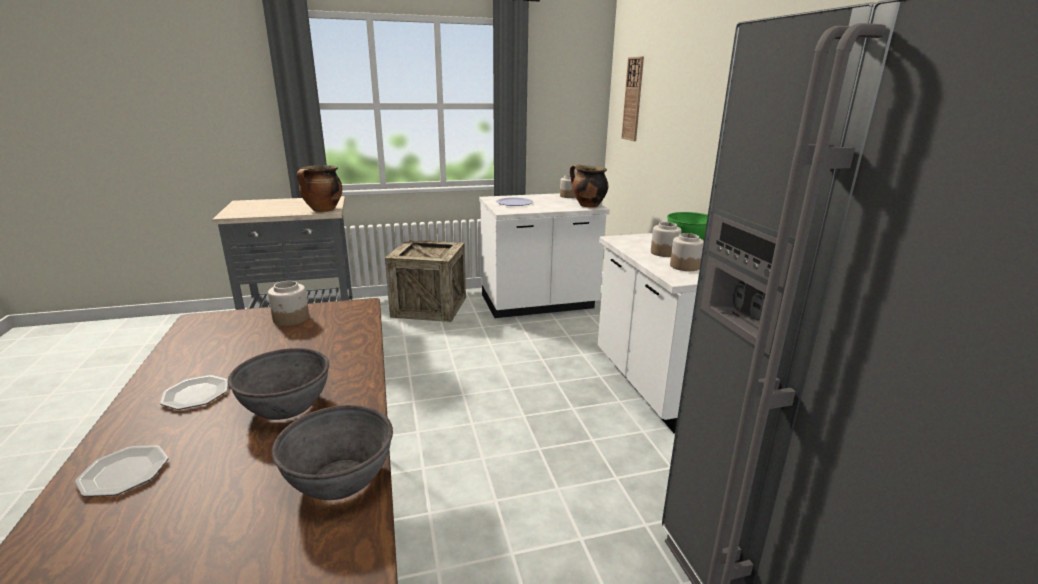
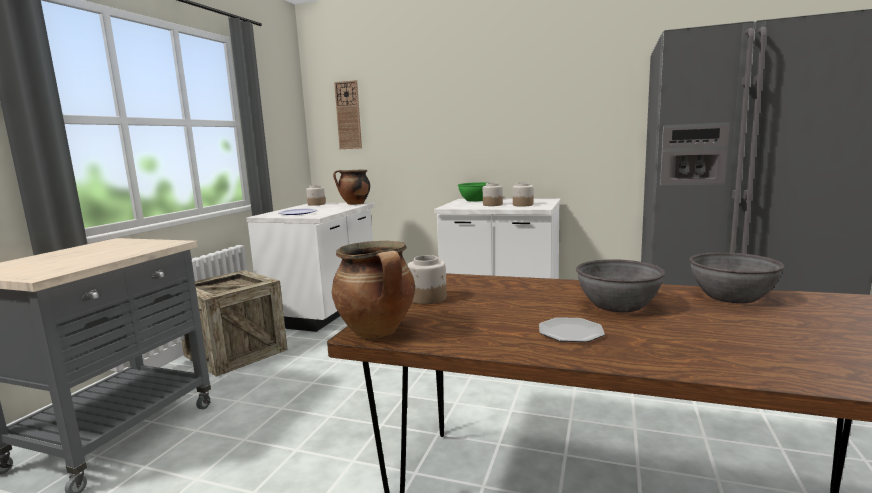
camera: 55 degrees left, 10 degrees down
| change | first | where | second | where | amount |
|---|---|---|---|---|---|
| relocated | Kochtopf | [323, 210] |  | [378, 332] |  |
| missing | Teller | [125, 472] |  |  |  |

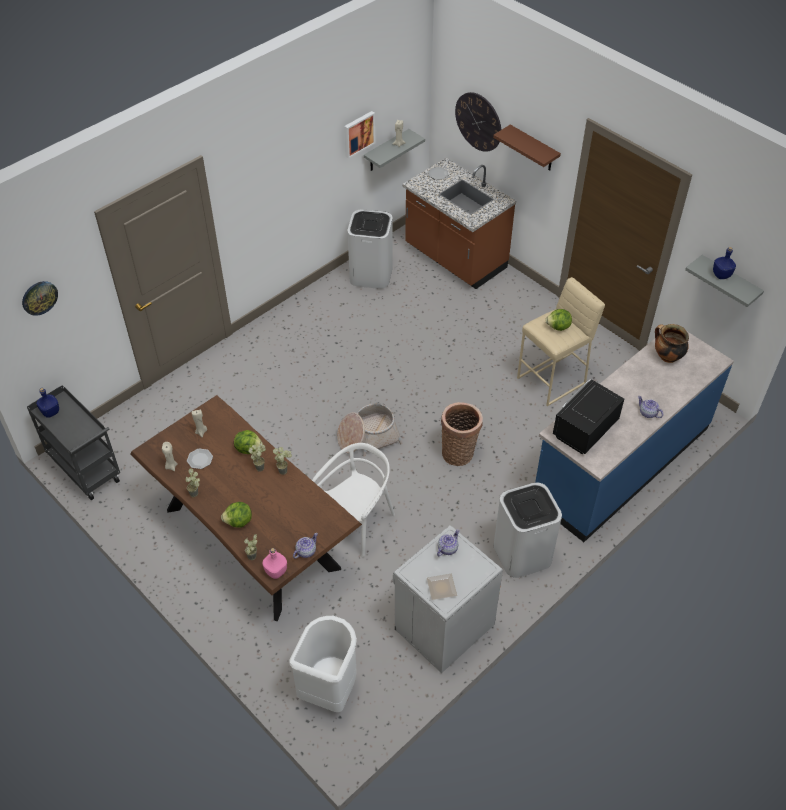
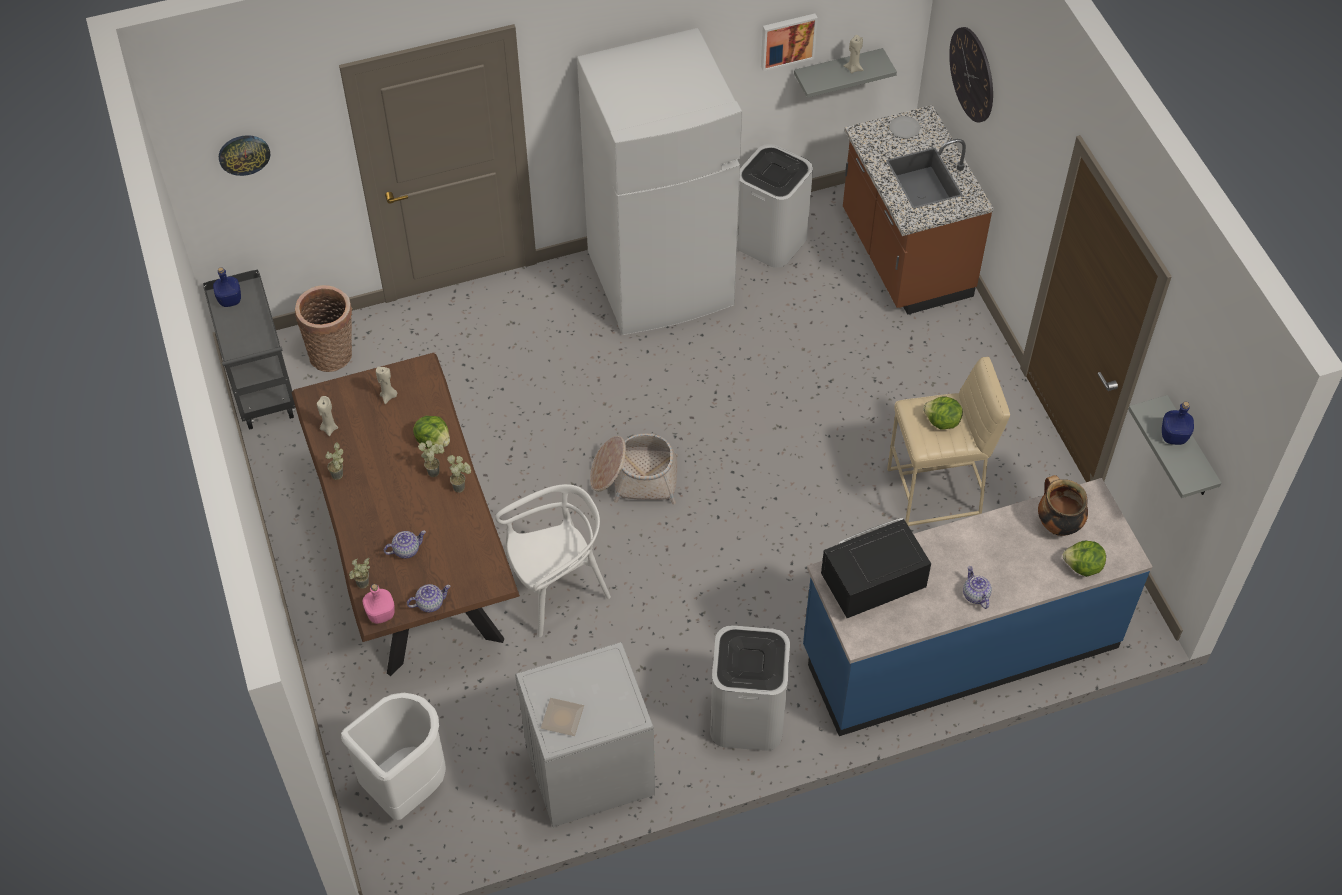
camera: 25 degrees right, 5 degrees up
| change | first | where | second | where | amount |
|---|---|---|---|---|---|
| relocated | Korb | [459, 452] |  | [333, 354] |  |
| relocated | Teekanne | [447, 548] |  | [406, 549] |  |
| appeared |  |  | Kühlschrank [weiß] | [661, 279] |  |
| relocated | Salatkopf | [238, 522] |  | [1082, 567] |  |
| missing | Teller | [200, 459] |  |  |  |
| missing | Wandregal [braun] | [533, 149] |  |  |  |

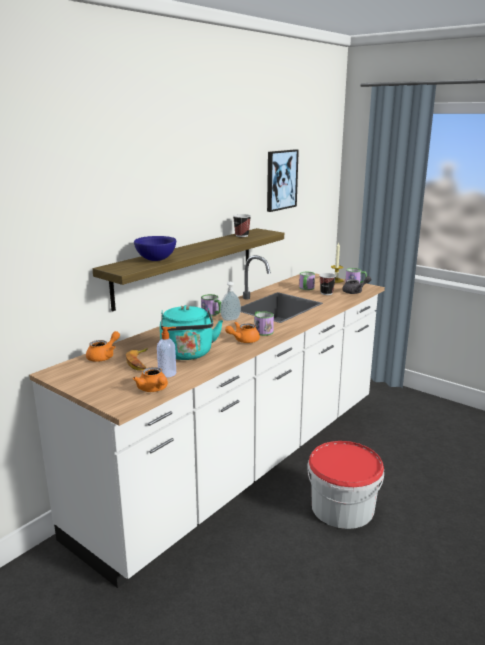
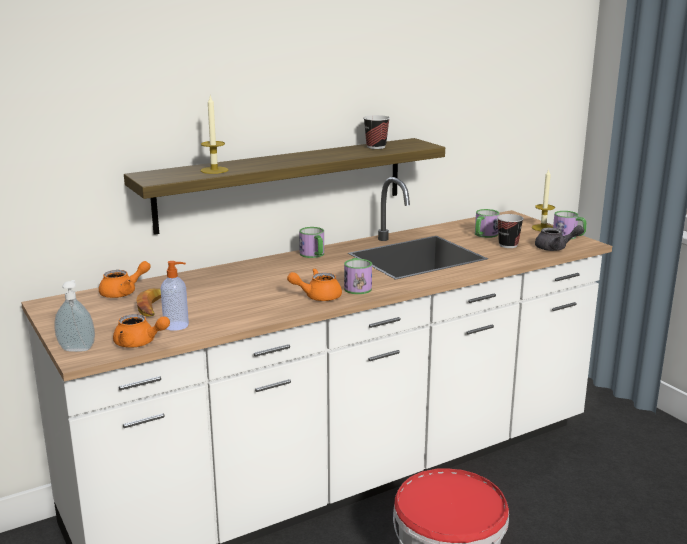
camera: 20 degrees right, 0 degrees up
| change | first | where | second | where | amount |
|---|---|---|---|---|---|
| relocated | Seifenspender | [230, 319] |  | [77, 348] |  |
| spun | Teekanne [orange] | [154, 389] |  | [139, 343] | 60 degrees counterclockwise |
| exchanged | Schüssel [blau] | [156, 260] | Kerze | [214, 170] |  |
| missing | Wasserkessel [türkis] | [188, 354] |  |  |  |
| missing | Bild | [281, 180] |  |  |  |

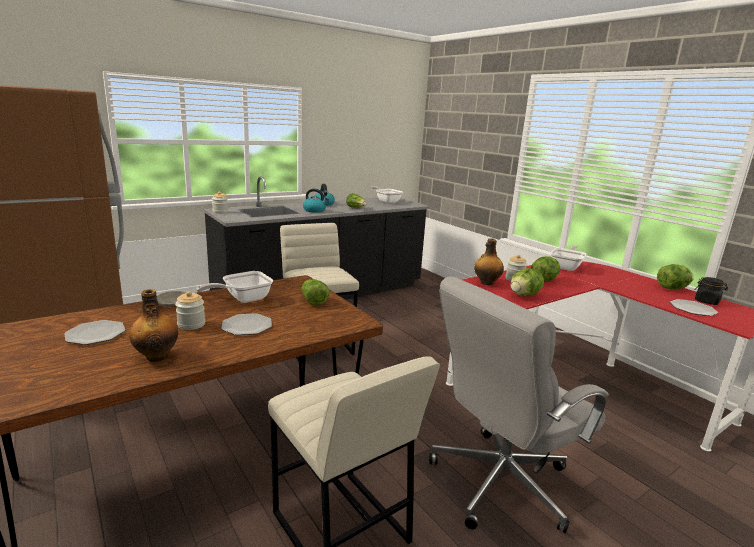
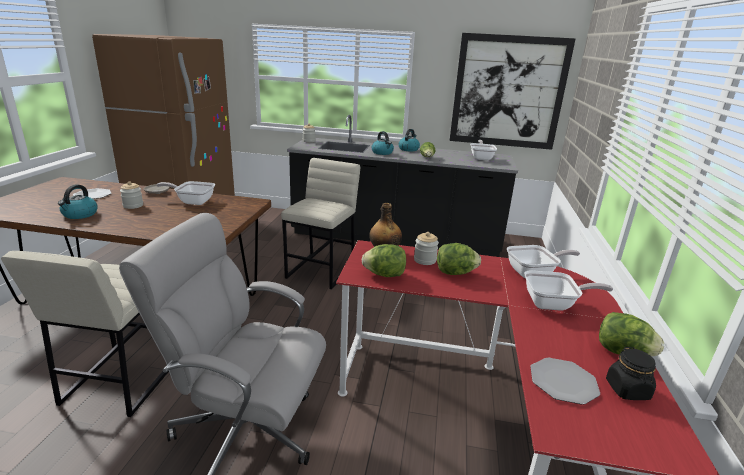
camera: 45 degrees right, 5 degrees up
| change | first | where | second | where | amount |
|---|---|---|---|---|---|
| exchanged | Flasche | [157, 356] | Wasserkessel | [80, 214] |  |
| appeared |  |  | Bild | [508, 92] |  |
| appeared |  |  | Pfanne | [554, 304] |  |
| missing | Teller | [247, 326] |  |  |  |
| missing | Salatkopf | [313, 300] |  |  |  |

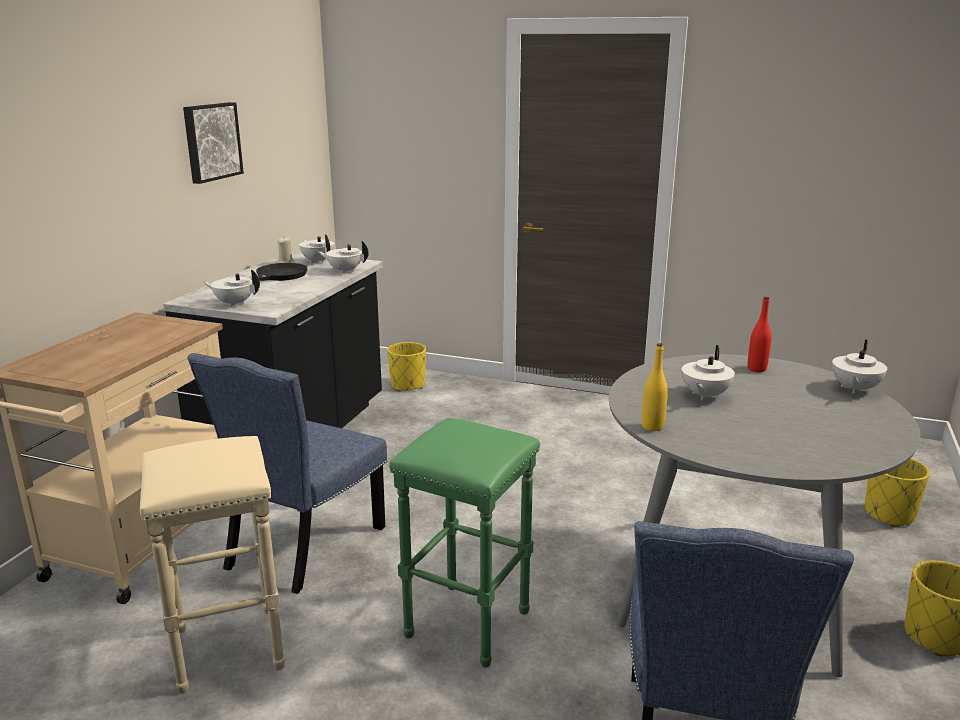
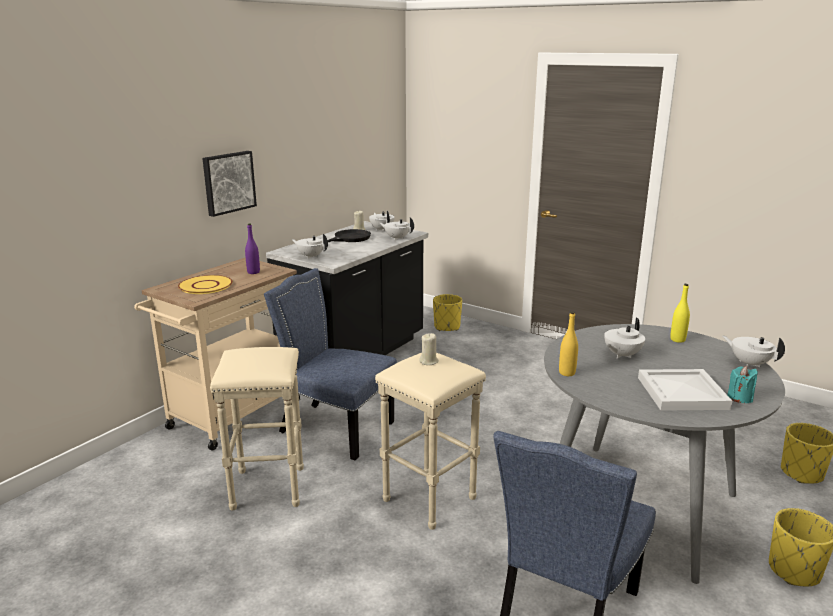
camera: 15 degrees right, 0 degrees up
| change | first | where | second | where | amount |
|---|---|---|---|---|---|
| appeared |  |  | Teller [gelb] | [205, 286] |  |
| relocated | Bild | [211, 141] |  | [228, 182] |  |
| appeared |  |  | Flasche [lila] | [253, 272] |  |
| spun | Stuhl [blau] | [305, 544] |  | [337, 429] | 75 degrees clockwise |
| colour | Hocker [grün] | [468, 625] | Hocker [beige] | [429, 500] |  |
| appeared |  |  | Kerze [beige] | [429, 361] |  |
| appeared |  |  | Tablett [weiß] | [683, 393] |  |
| colour | Flasche [rot] | [756, 369] | Flasche [gelb] | [677, 340] |  |
| spun | Teekanne [weiß] | [854, 389] |  | [749, 363] | 90 degrees clockwise |
| appeared |  |  | Kerze [türkis] | [740, 398] |  |

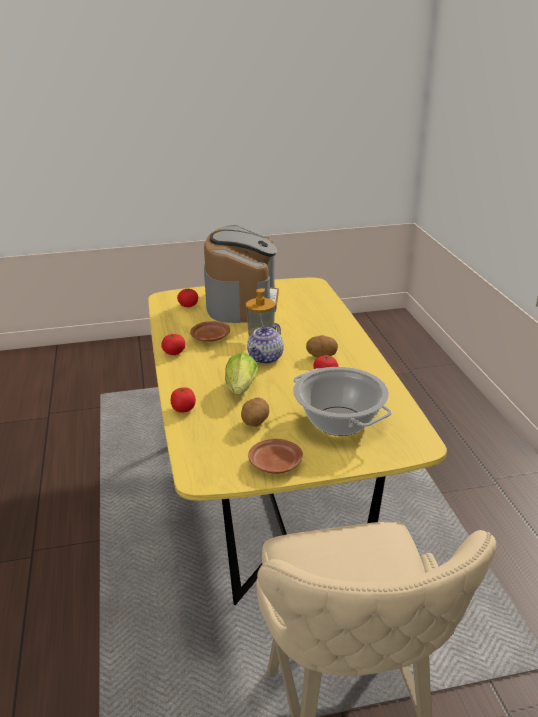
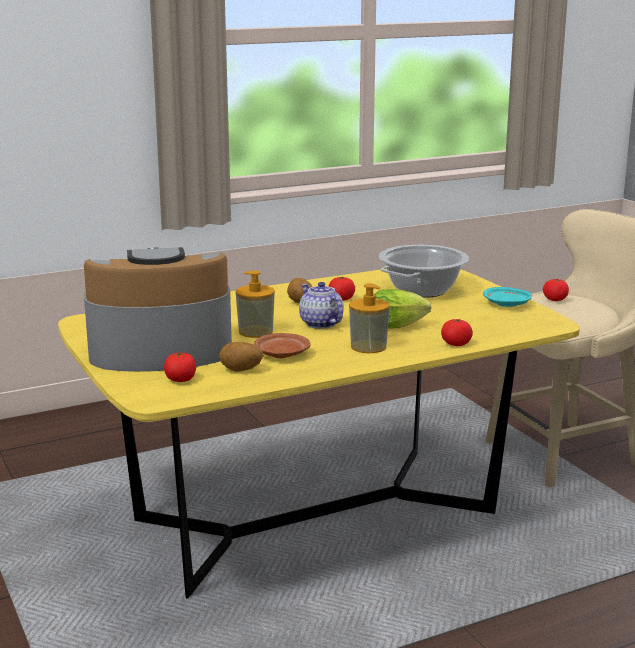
camera: 105 degrees left, 10 degrees down
| change | first | where | second | where | amount |
|---|---|---|---|---|---|
| relocated | Kartoffel | [255, 423] |  | [241, 370] |  |
| spun | Teekanne | [266, 358] |  | [320, 323] | 135 degrees counterclockwise |
| appeared |  |  | Seifenspender | [368, 347] |  |
| colour | Teller [braun] | [274, 464] | Teller [türkis] | [507, 304] |  |
| relocated | Tomate | [174, 352] |  | [555, 299] |  |

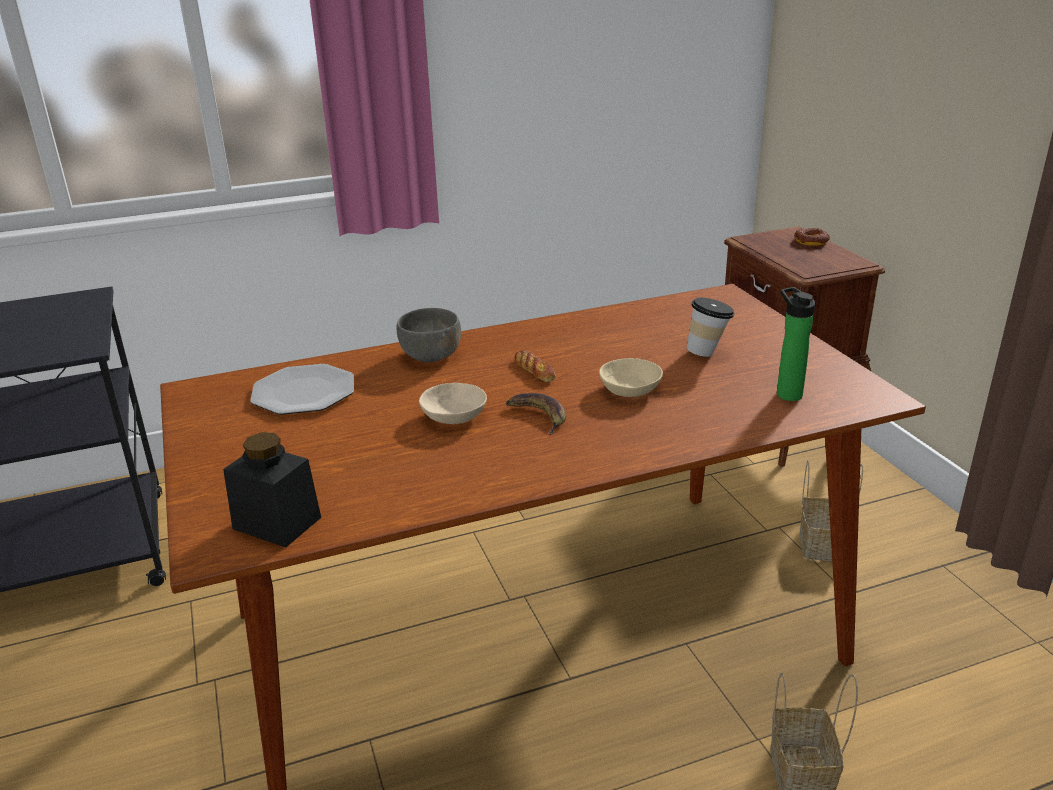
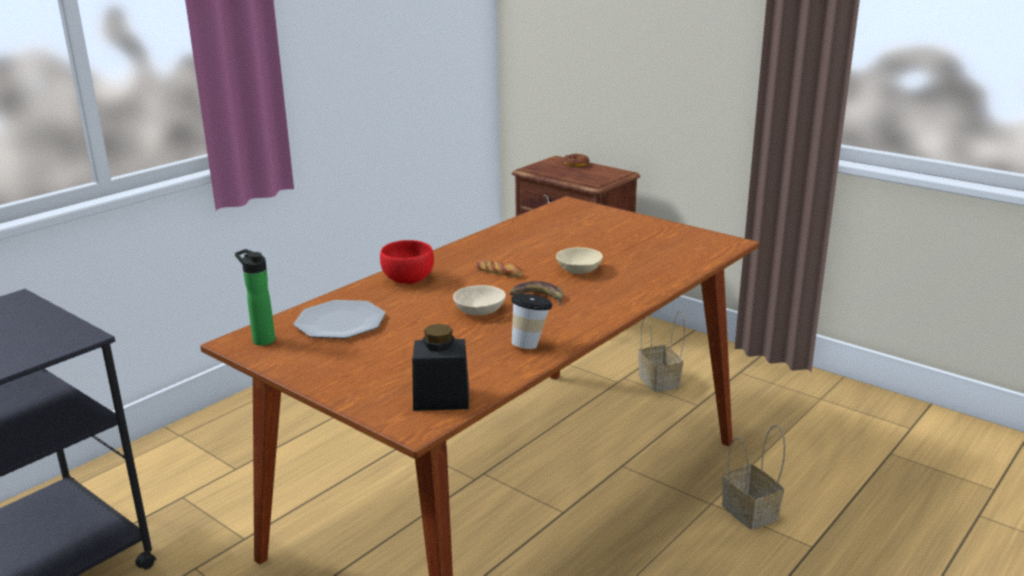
camera: 30 degrees left, 5 degrees down
| change | first | where | second | where | amount |
|---|---|---|---|---|---|
| relocated | Flasche | [786, 393] |  | [261, 340] |  |
| colour | Schüssel [grau] | [431, 355] | Schüssel [rot] | [409, 279] |  |
| relocated | Tasse | [708, 352] |  | [530, 344] |  |

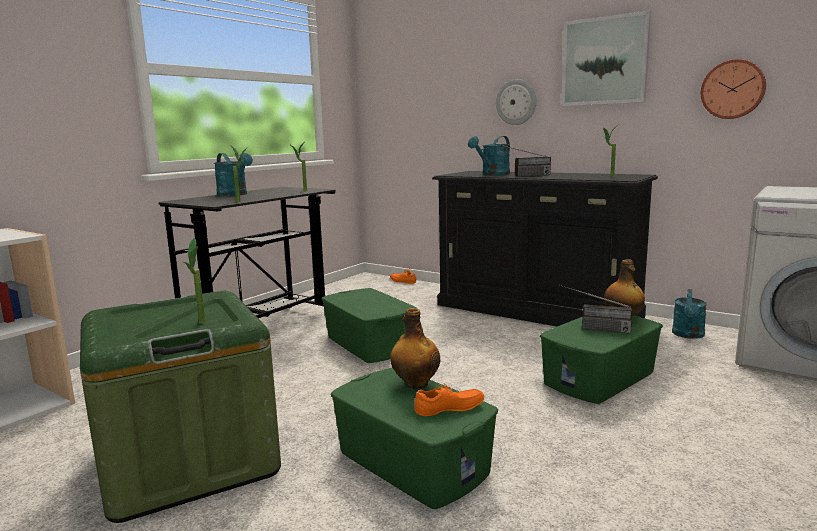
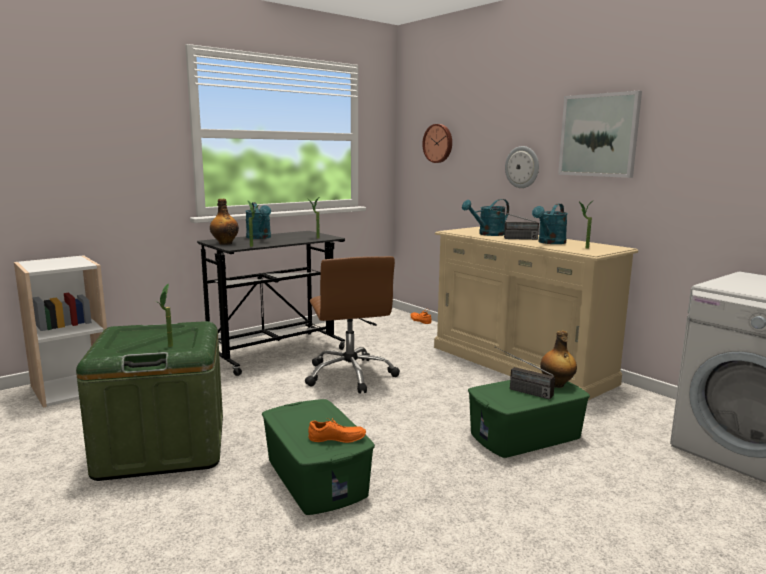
camera: 15 degrees right, 0 degrees up
| change | first | where | second | where | amount |
|---|---|---|---|---|---|
| relocated | Flasche | [415, 384] |  | [225, 243] |  |
| exchanged | Aufbewahrungsbox [grün] | [369, 344] | Bürostuhl [braun] | [350, 375] |  |
| relocated | Wanduhr | [733, 89] |  | [438, 143] |  |
| colour | Schrank [schwarz] | [537, 311] | Schrank [beige] | [520, 365] |  |
| relocated | Gießkanne [türkis] | [688, 335] |  | [549, 242] |  |

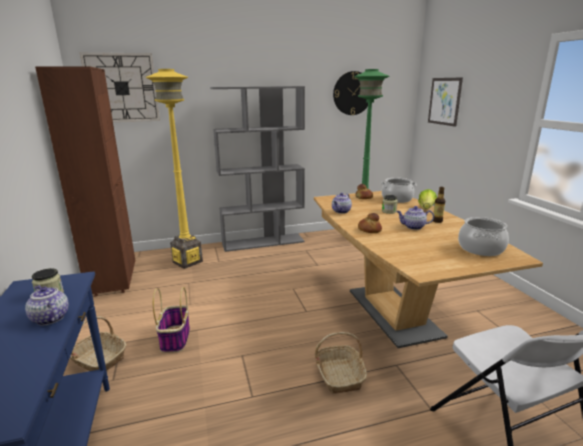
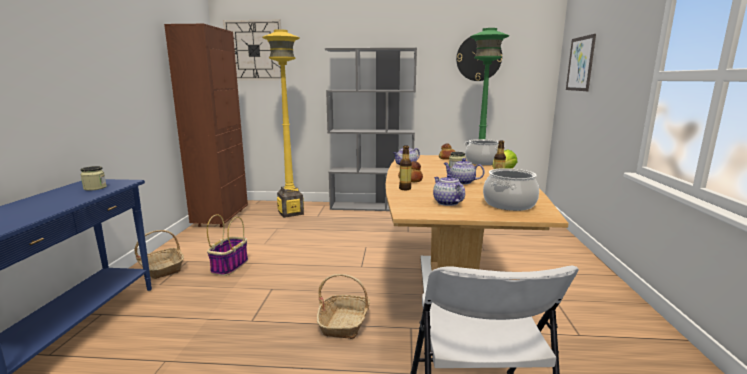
camera: 20 degrees right, 5 degrees down
| change | first | where | second | where | amount |
|---|---|---|---|---|---|
| appeared |  |  | Flasche | [405, 188] |  |
| relocated | Teekanne | [49, 318] |  | [447, 202] |  |

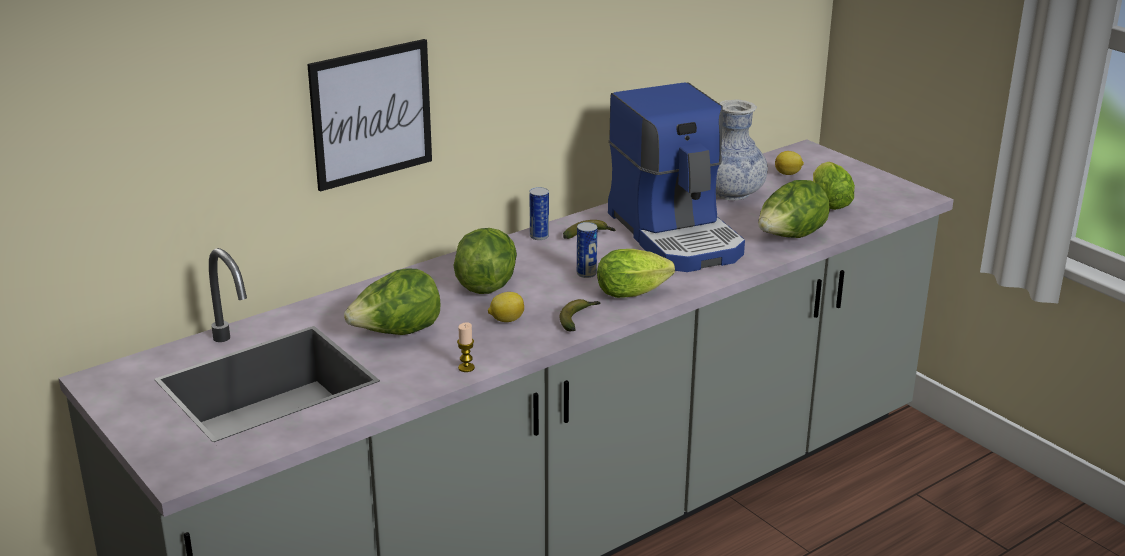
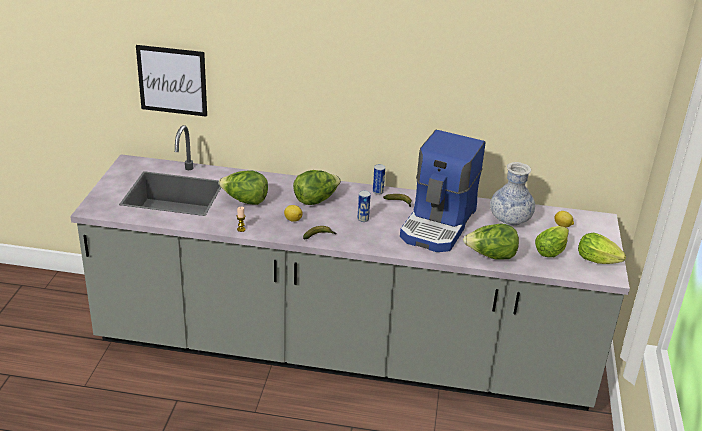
camera: 45 degrees right, 5 degrees up
| change | first | where | second | where | amount |
|---|---|---|---|---|---|
| relocated | Bild | [371, 114] |  | [172, 80] |  |
| relocated | Salatkopf | [636, 293] |  | [599, 261] |  |

